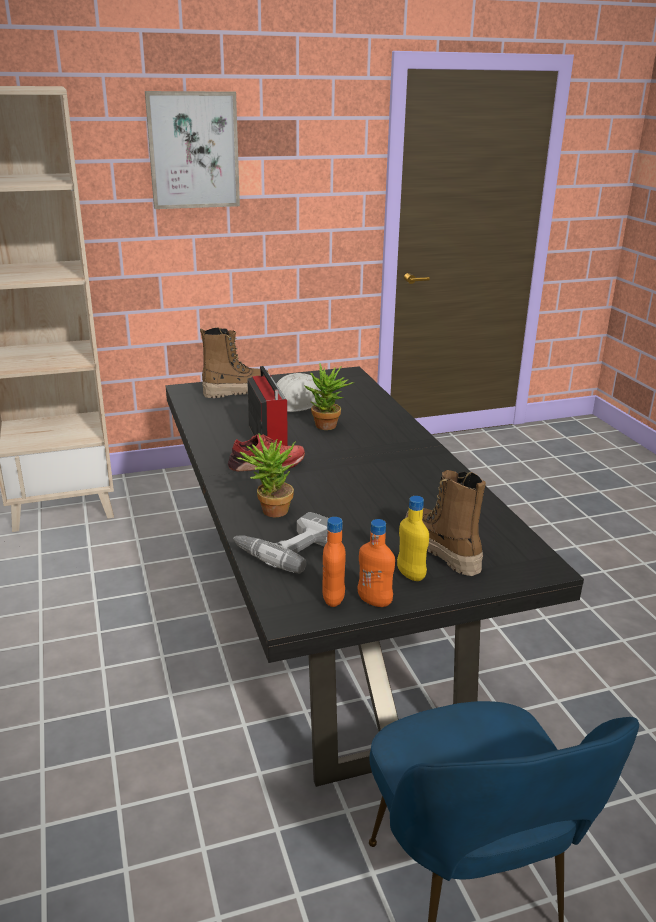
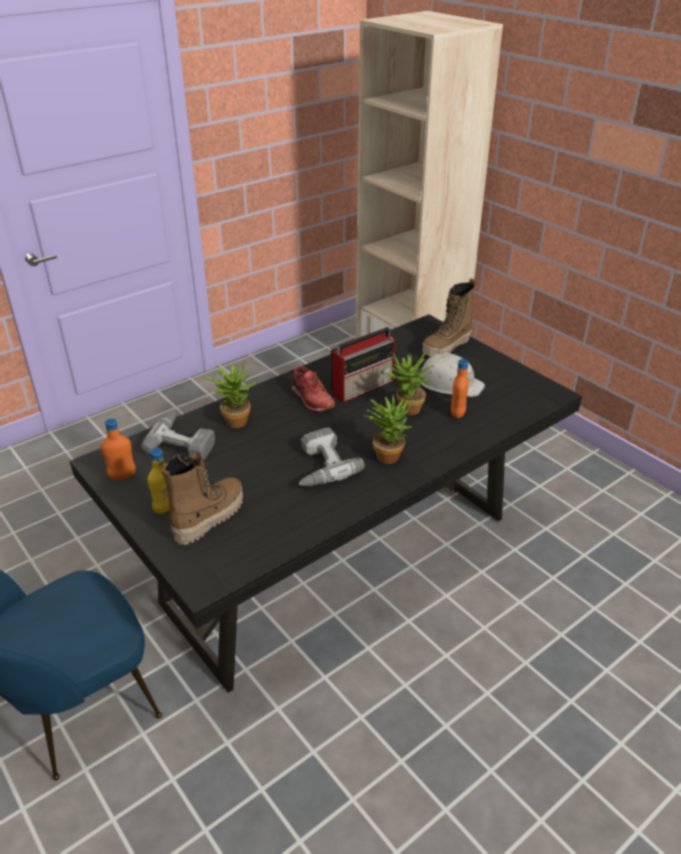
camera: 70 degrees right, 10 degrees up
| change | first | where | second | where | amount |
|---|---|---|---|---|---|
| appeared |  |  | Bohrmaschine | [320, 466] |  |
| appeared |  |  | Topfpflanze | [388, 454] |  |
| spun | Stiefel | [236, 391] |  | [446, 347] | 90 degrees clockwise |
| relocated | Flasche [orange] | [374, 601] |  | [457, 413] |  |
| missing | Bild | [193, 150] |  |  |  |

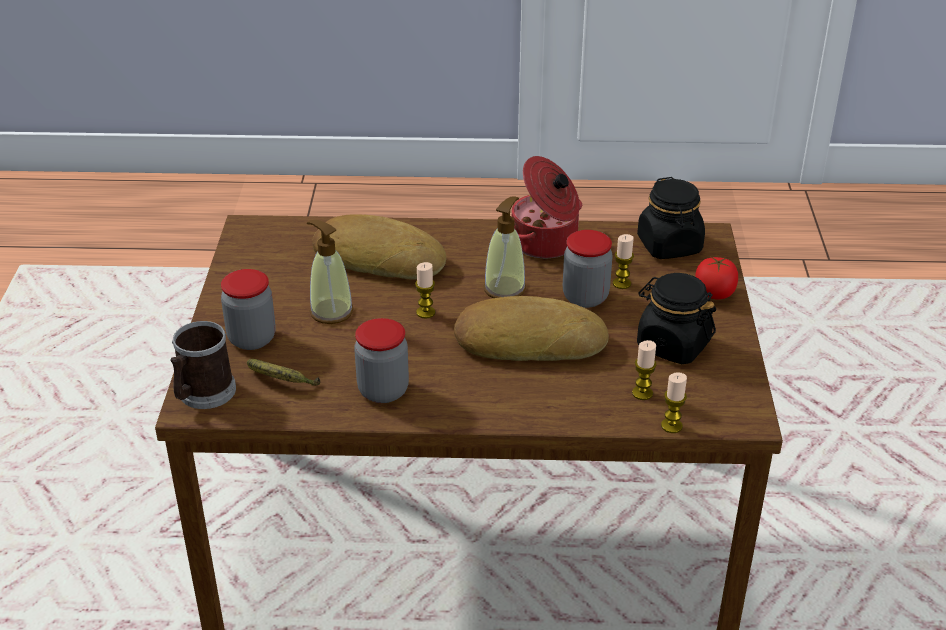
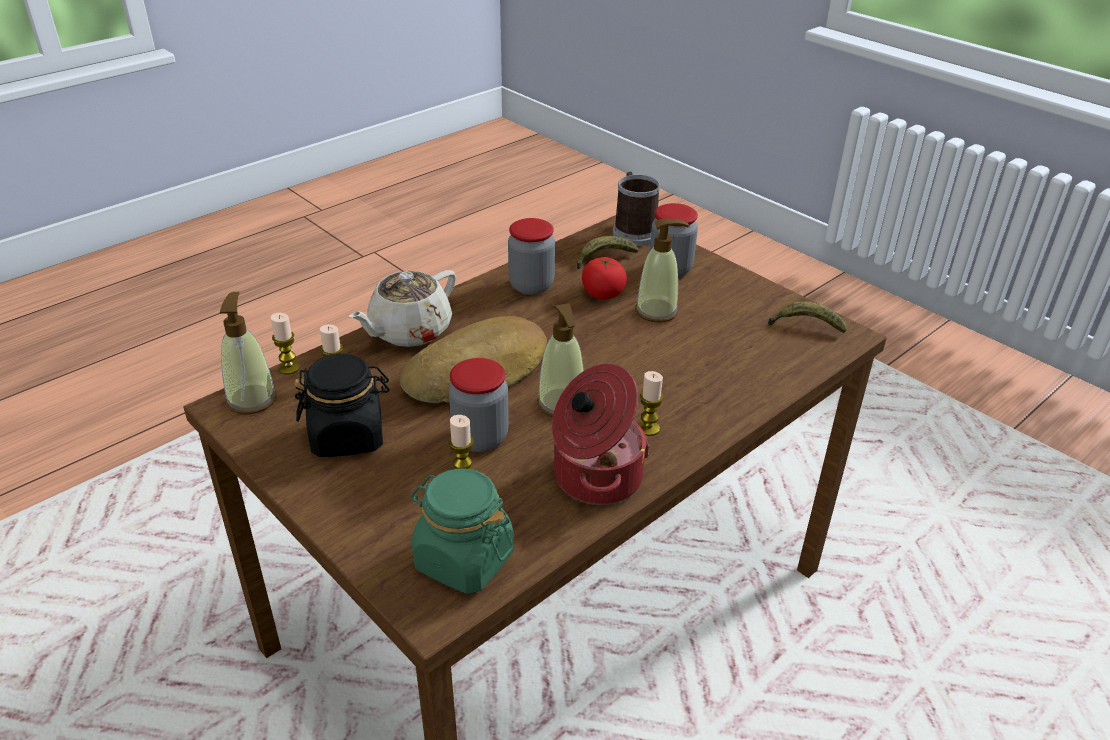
camera: 135 degrees right, 0 degrees up
| change | first | where | second | where | amount |
|---|---|---|---|---|---|
| appeared |  |  | Seifenspender | [252, 399] |  |
| appeared |  |  | Teekanne [beige] | [409, 331] |  |
| colour | Vorratsglas [schwarz] | [669, 246] | Vorratsglas [grün] | [463, 560] |  |
| relocated | Tomate | [714, 293] |  | [603, 294] |  |
| relocated | Kerze | [425, 312] |  | [648, 428] |  |
| appeared |  |  | Banane | [805, 326] |  |
| missing | Brot | [379, 257] |  |  |  |

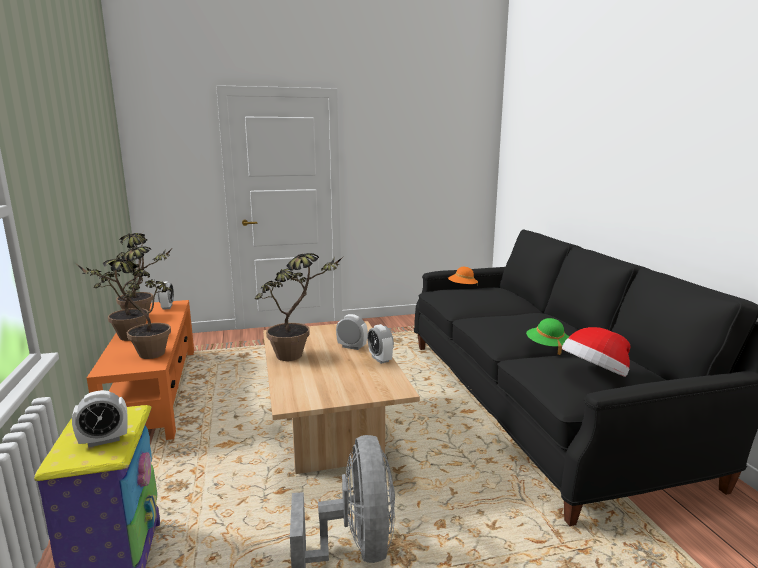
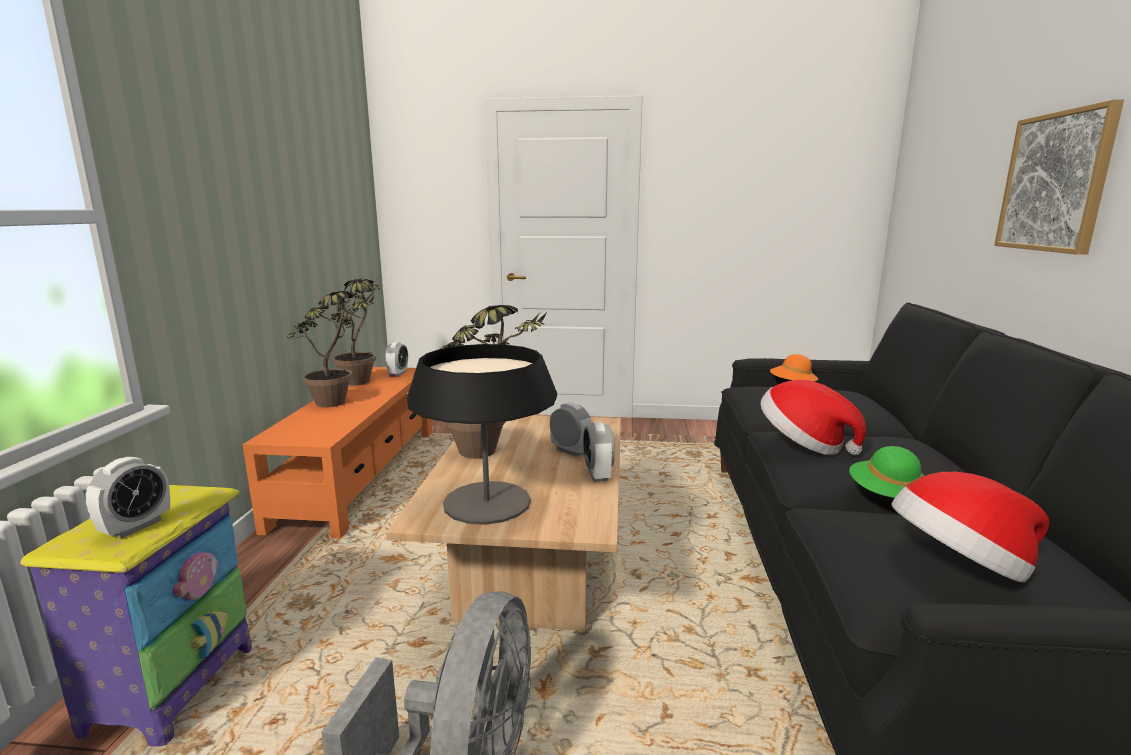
camera: 20 degrees right, 0 degrees up
| change | first | where | second | where | amount |
|---|---|---|---|---|---|
| spun | Wecker | [104, 440] |  | [136, 527] | 60 degrees counterclockwise |
| appeared |  |  | Tischlampe | [487, 502] |  |
| appeared |  |  | Hut | [804, 444] |  |
| appeared |  |  | Bild | [1055, 182] |  |
| missing | Topfpflanze | [142, 355] |  |  |  |

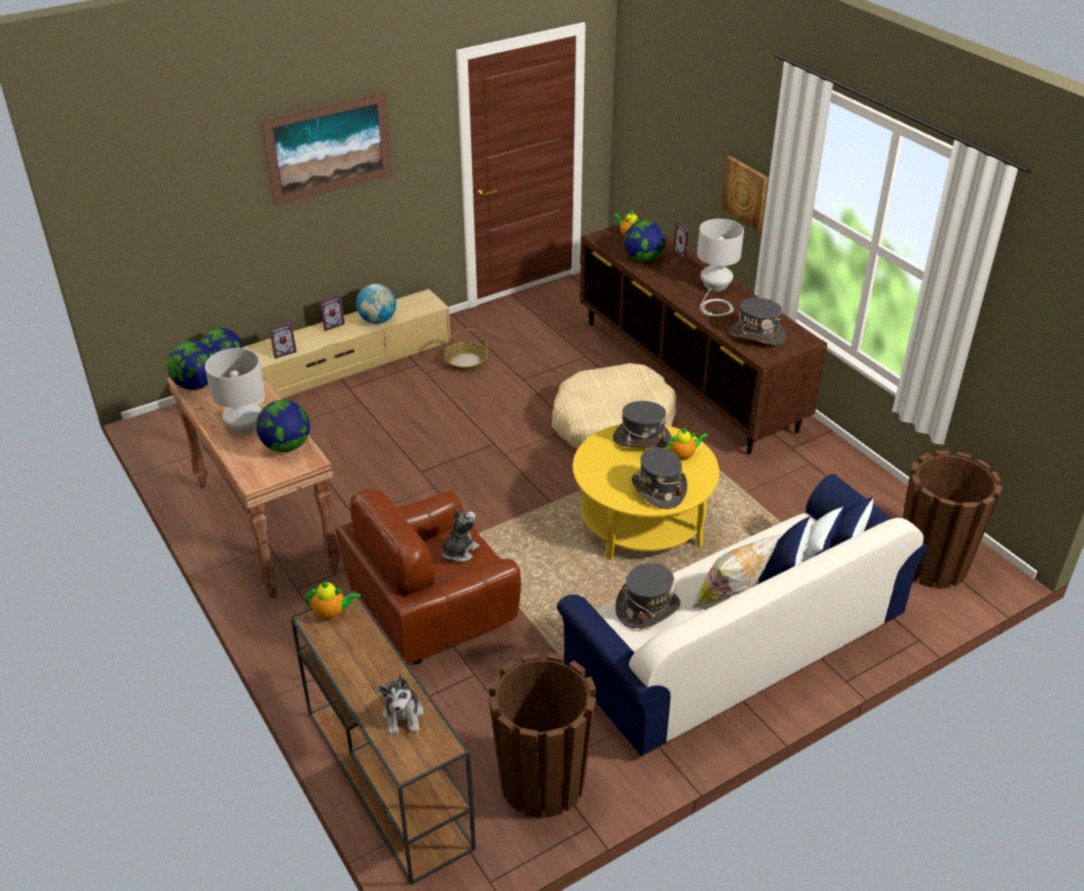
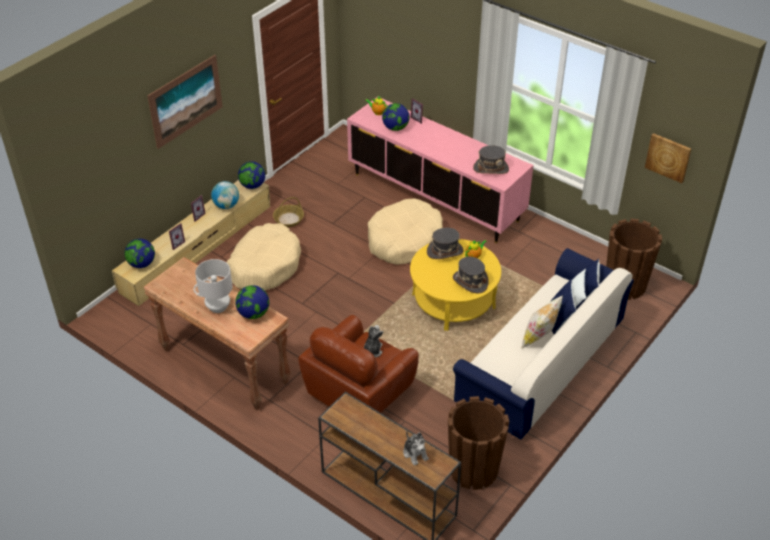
camera: 20 degrees left, 5 degrees up
| change | first | where | second | where | amount |
|---|---|---|---|---|---|
| appeared |  |  | Hundebett [beige] | [264, 265] |  |
| relocated | Globus | [196, 385] |  | [252, 185] |  |
| colour | Schrank [braun] | [687, 377] | Schrank [rosa] | [435, 197] |  |
| relocated | Bild | [746, 192] |  | [668, 157] |  |
| missing | Teekanne | [332, 613] |  |  |  |
| missing | Hut [grau] | [647, 607] |  |  |  |
| missing | Tischlampe [weiß] | [715, 294] |  |  |  |

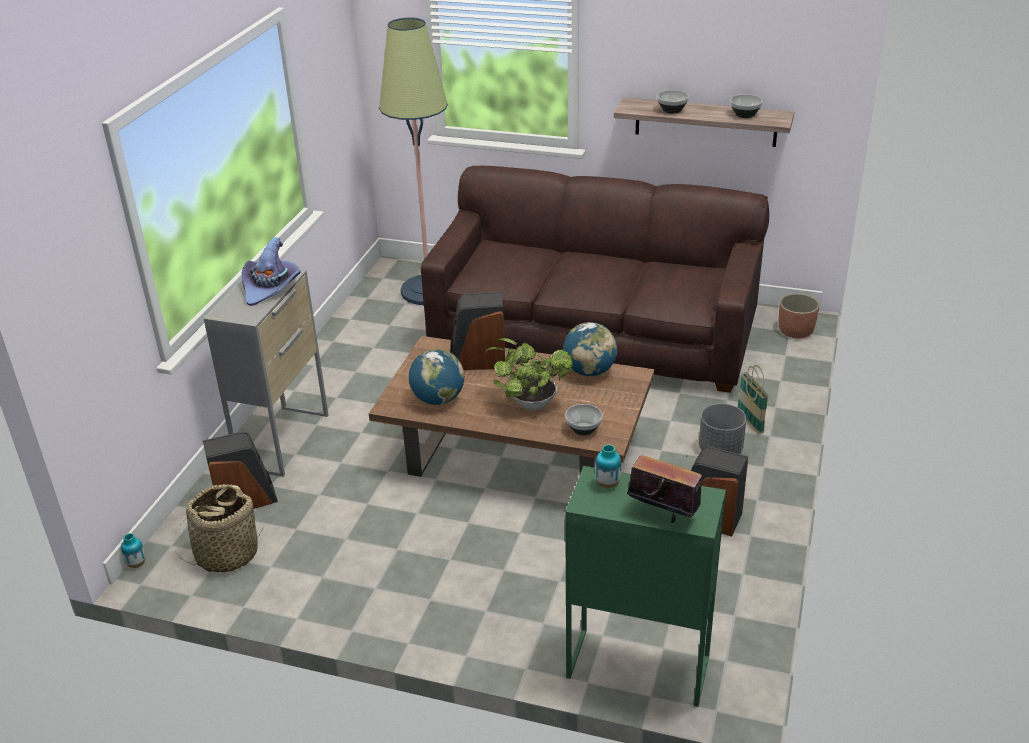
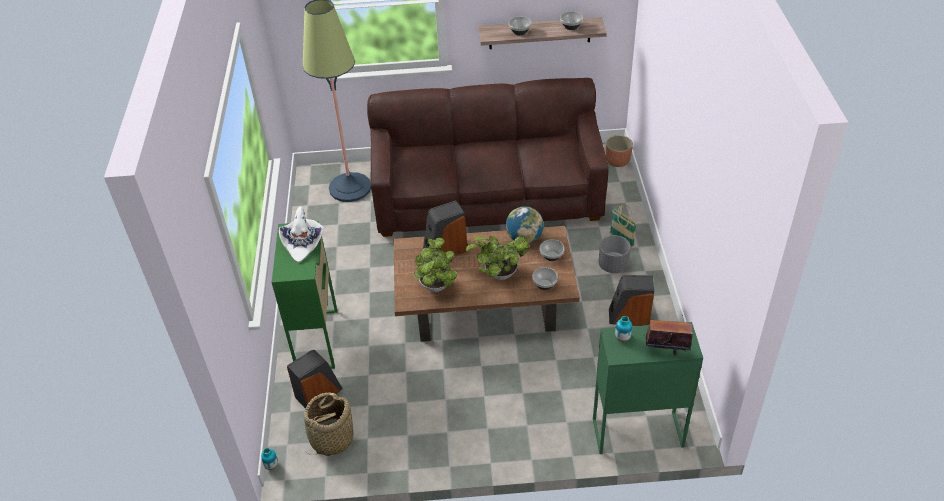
camera: 20 degrees left, 10 degrees up
| change | first | where | second | where | amount |
|---|---|---|---|---|---|
| colour | Schrank [grau] | [285, 440] | Schrank [grün] | [318, 339] |  |
| colour | Hut [lila] | [271, 287] | Hut [weiß] | [303, 242] |  |
| exchanged | Globus | [438, 399] | Topfpflanze | [436, 287] |  |
| appeared |  |  | Schüssel | [552, 256] |  |

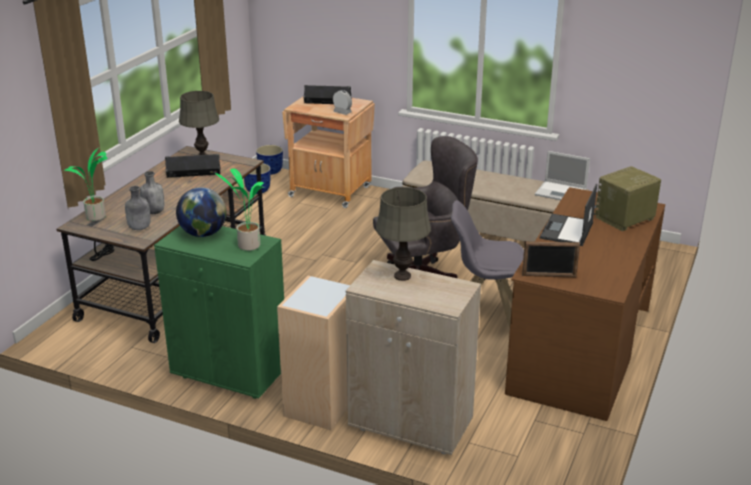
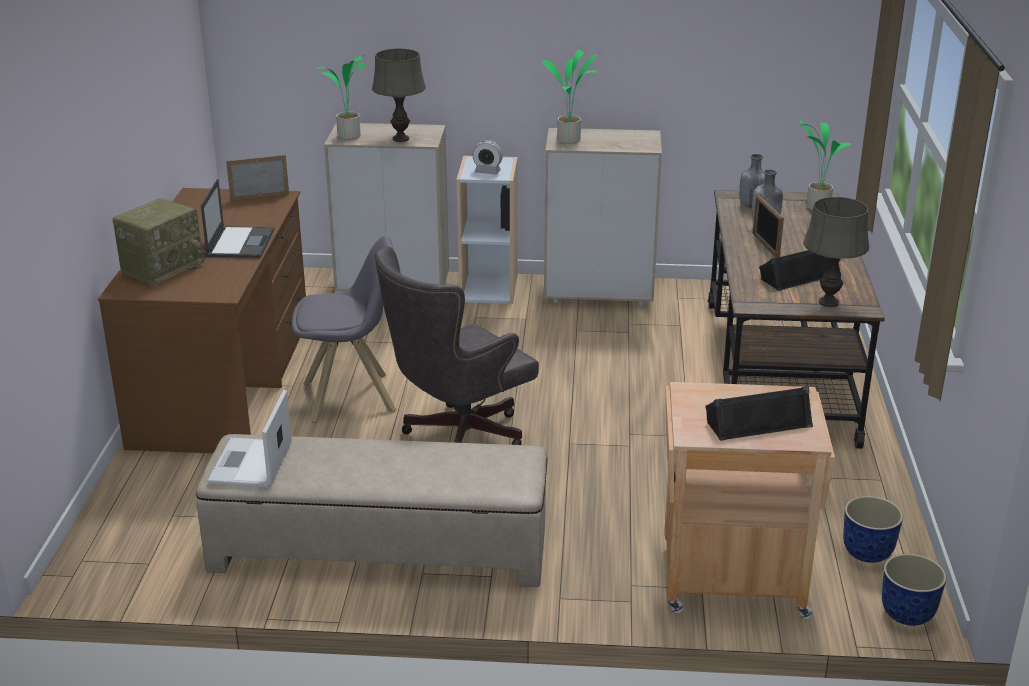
camera: 160 degrees right, 0 degrees up
| change | first | where | second | where | amount |
|---|---|---|---|---|---|
| spun | Laptop | [561, 192] |  | [250, 464] | 90 degrees counterclockwise |
| appeared |  |  | Topfpflanze | [348, 137] |  |
| relocated | Wecker | [342, 112] |  | [487, 171] |  |
| colour | Schrank [grün] | [228, 376] | Schrank [beige] | [600, 294] |  |
| appeared |  |  | Bilderrahmen | [765, 246] |  |
| missing | Globus | [203, 234] |  |  |  |

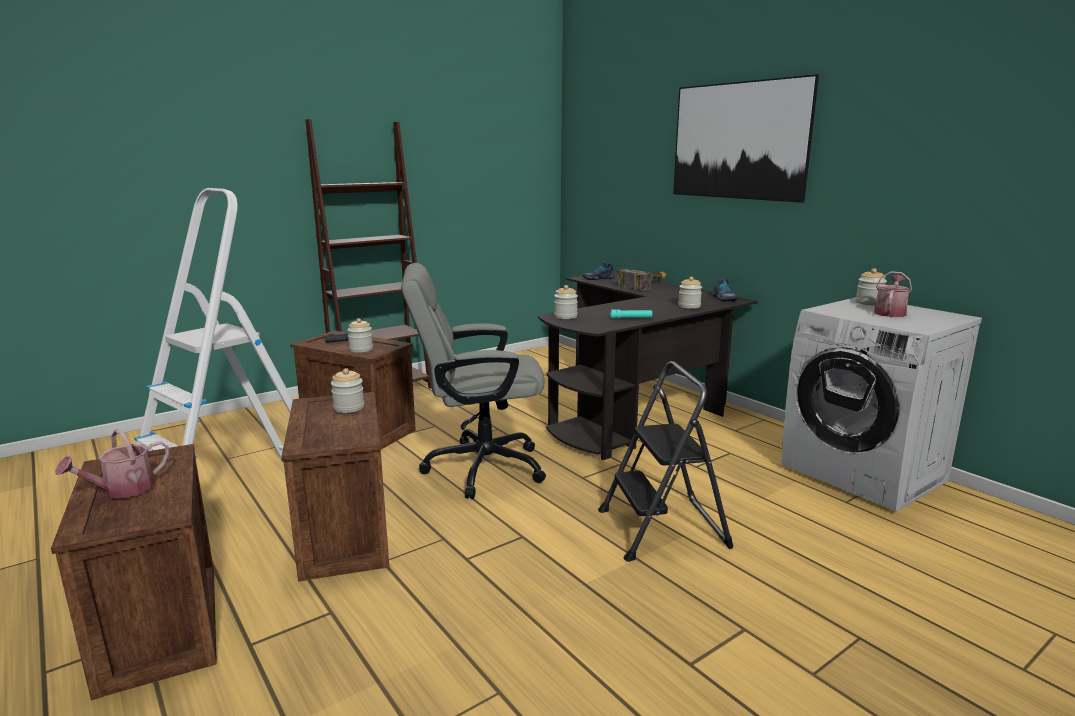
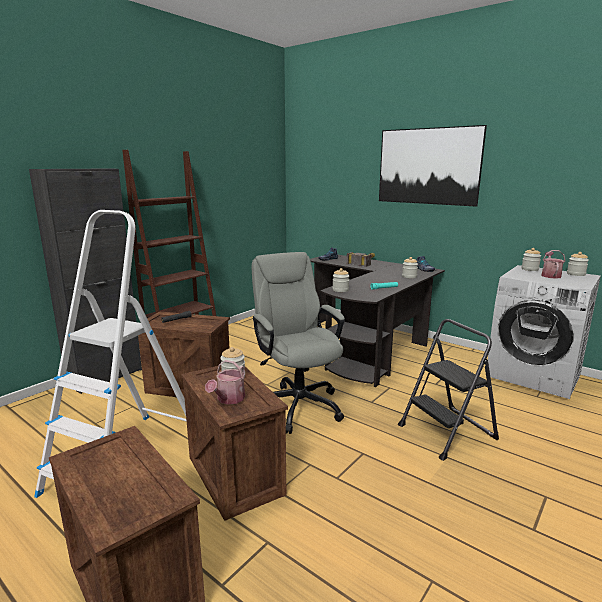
camera: 15 degrees left, 0 degrees up
| change | first | where | second | where | amount |
|---|---|---|---|---|---|
| appeared |  |  | Schrank [schwarz] | [105, 377] |  |
| relocated | Gießkanne | [122, 490] |  | [228, 399] |  |
| spun | Bürostuhl [grau] | [478, 469] |  | [296, 405] | 90 degrees clockwise |
| relocated | Vorratsglas | [361, 349] |  | [576, 274] |  |

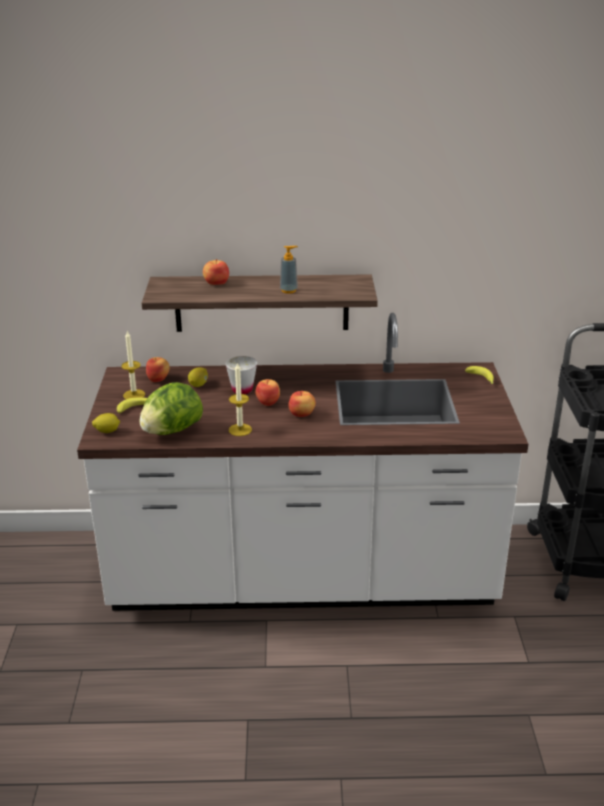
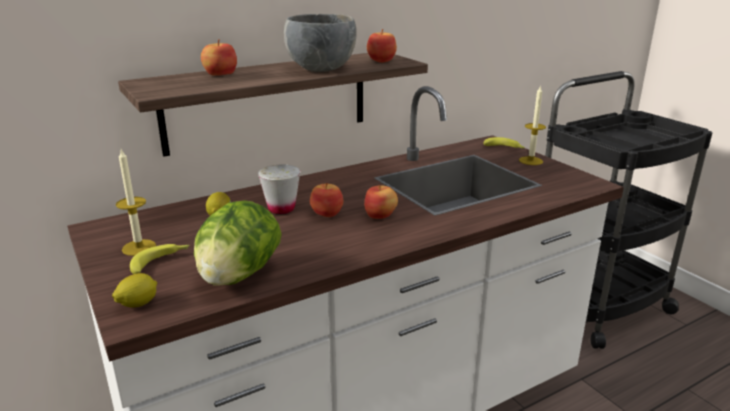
camera: 30 degrees left, 5 degrees down
| change | first | where | second | where | amount |
|---|---|---|---|---|---|
| exchanged | Seifenspender | [288, 290] | Schüssel [grau] | [320, 69] |  |
| relocated | Apfel | [158, 379] |  | [382, 60] |  |
| relocated | Kerze | [240, 430] |  | [531, 161] |  |

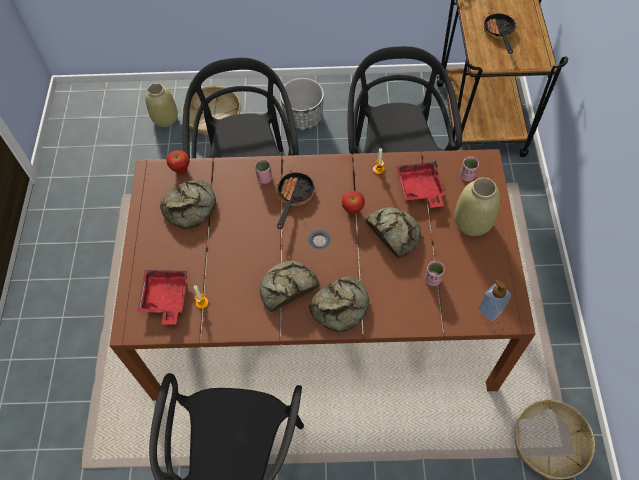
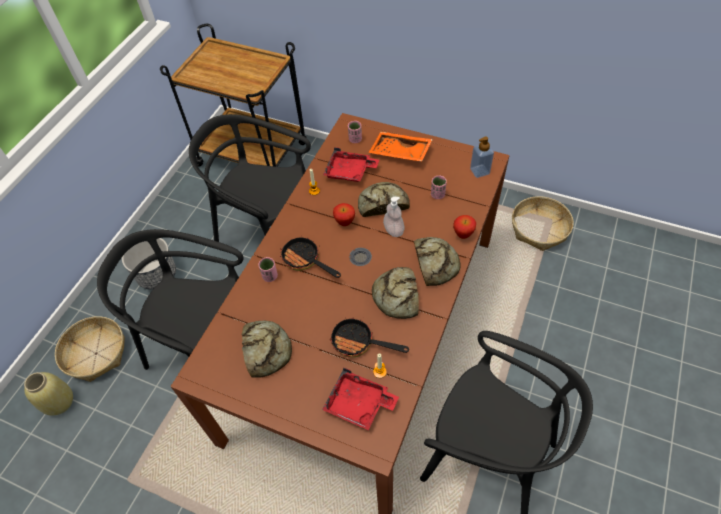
camera: 65 degrees left, 5 degrees down
| change | first | where | second | where | amount |
|---|---|---|---|---|---|
| relocated | Pfanne | [499, 34] |  | [358, 343] |  |
| exchanged | Vase [beige] | [472, 223] | Tablett [orange] | [400, 153] |  |
| appeared |  |  | Seifenspender | [393, 230] |  |
| relocated | Apfel | [181, 170] |  | [463, 235] |  |

